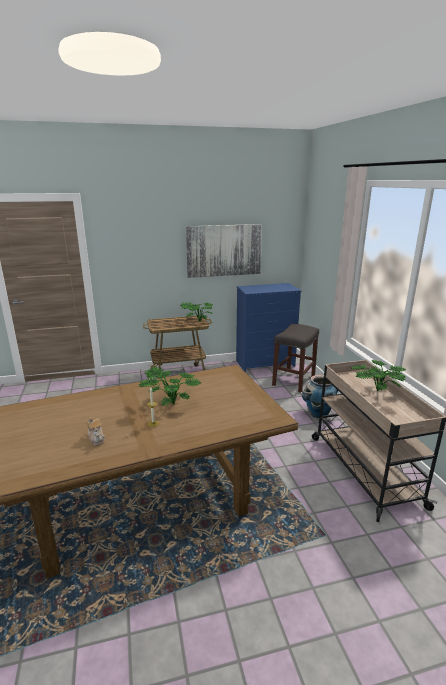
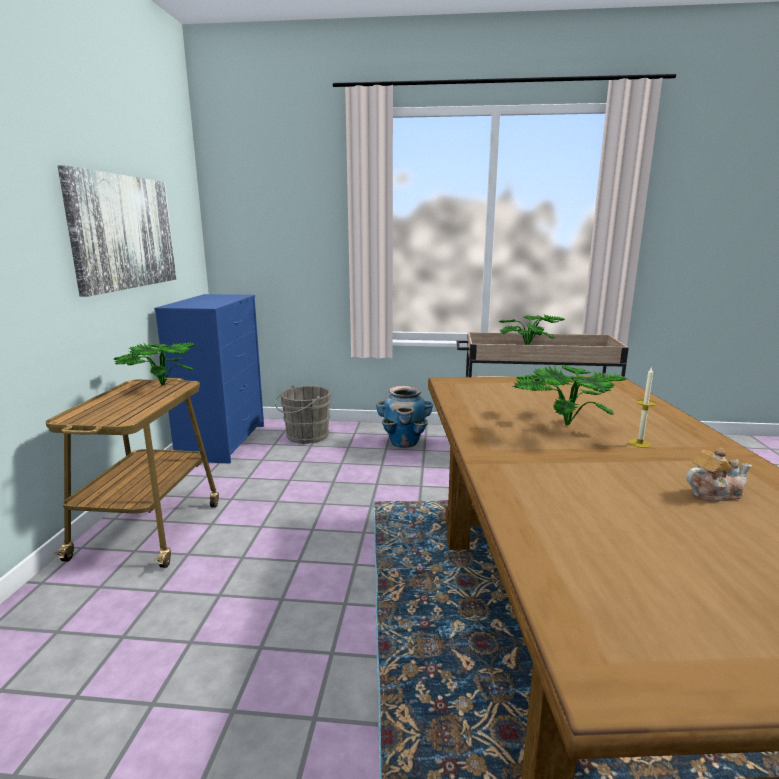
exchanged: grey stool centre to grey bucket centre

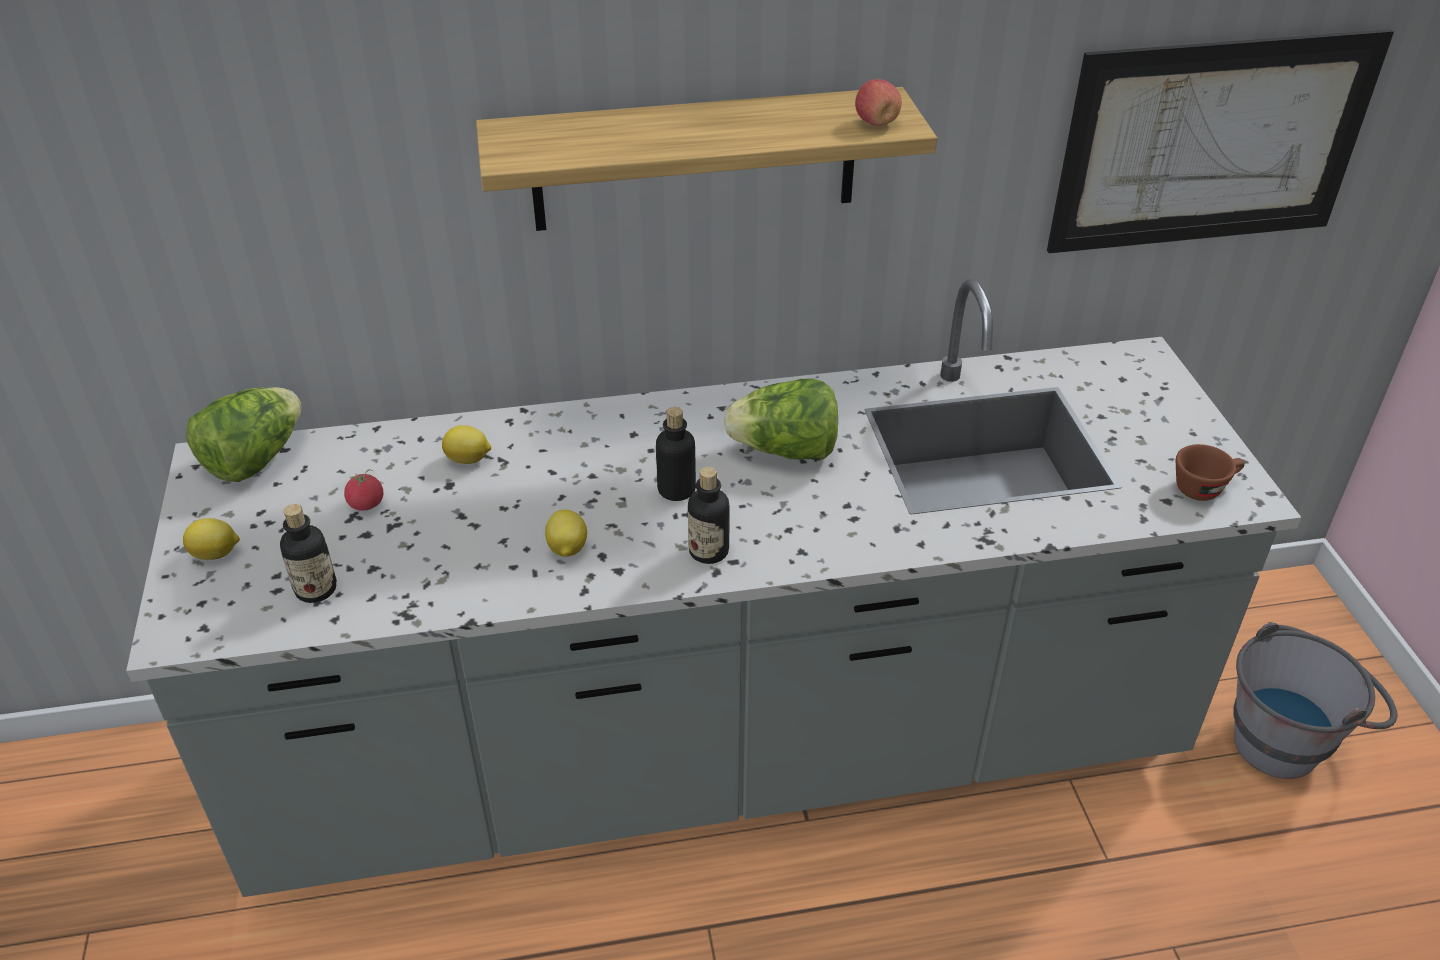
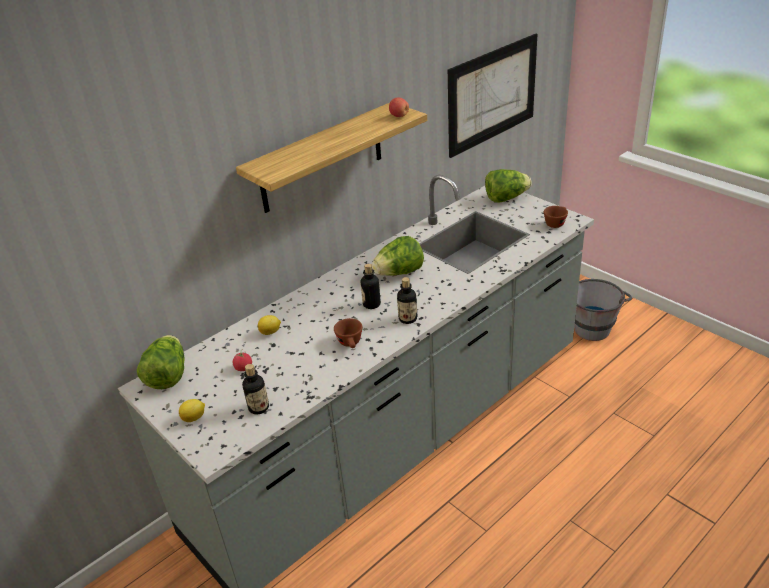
appeared: lettuce (no. 3 from left) top centre
exchanged: lemon (no. 3 from left) centre to brown cup (no. 1 from left) centre

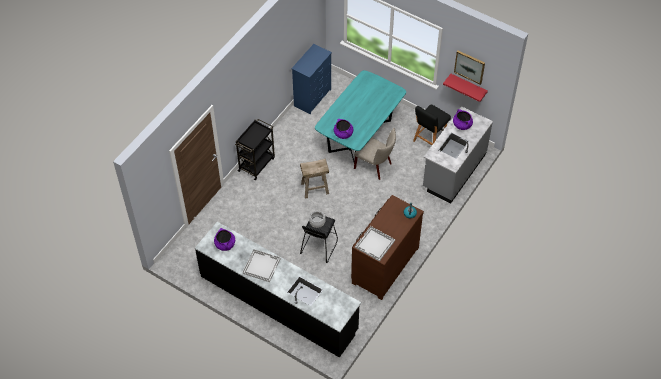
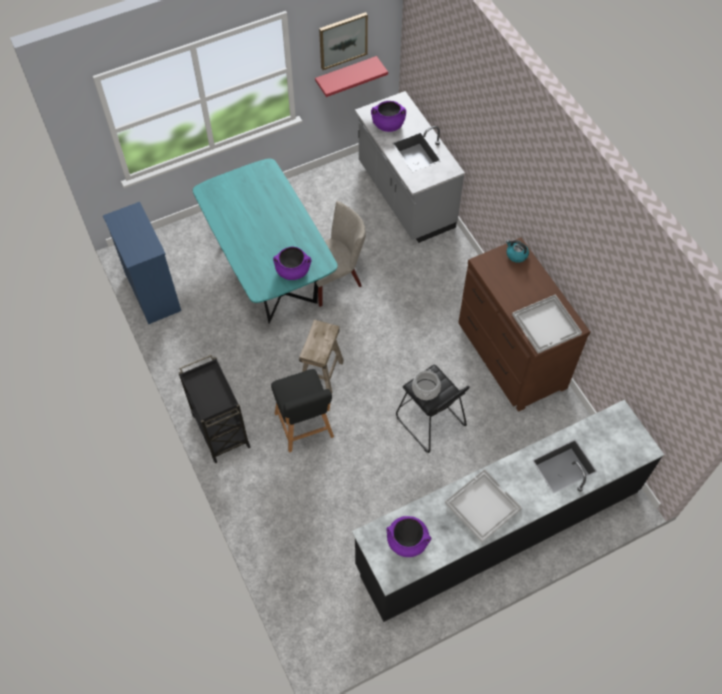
relocated: black stool (no. 2 from left in the first image) top centre to black stool (no. 1 from left) centre

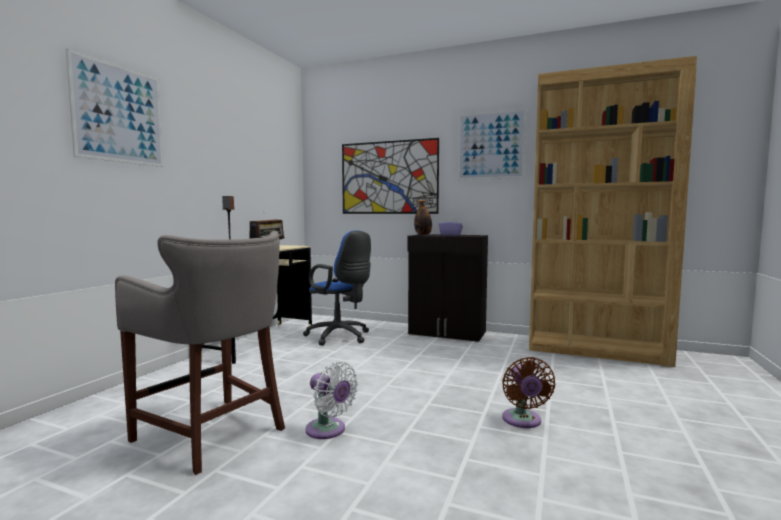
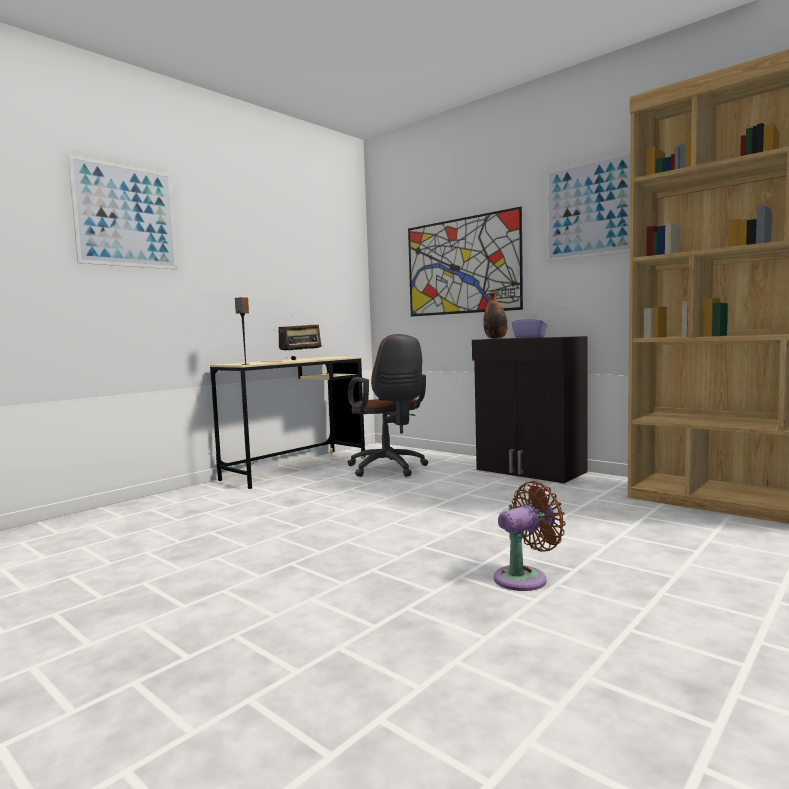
missing: grey stool bottom left; white fan bottom centre
colour: blue office chair centre to brown office chair centre
spun: brown fan bottom right = bottom right 135 degrees counterclockwise

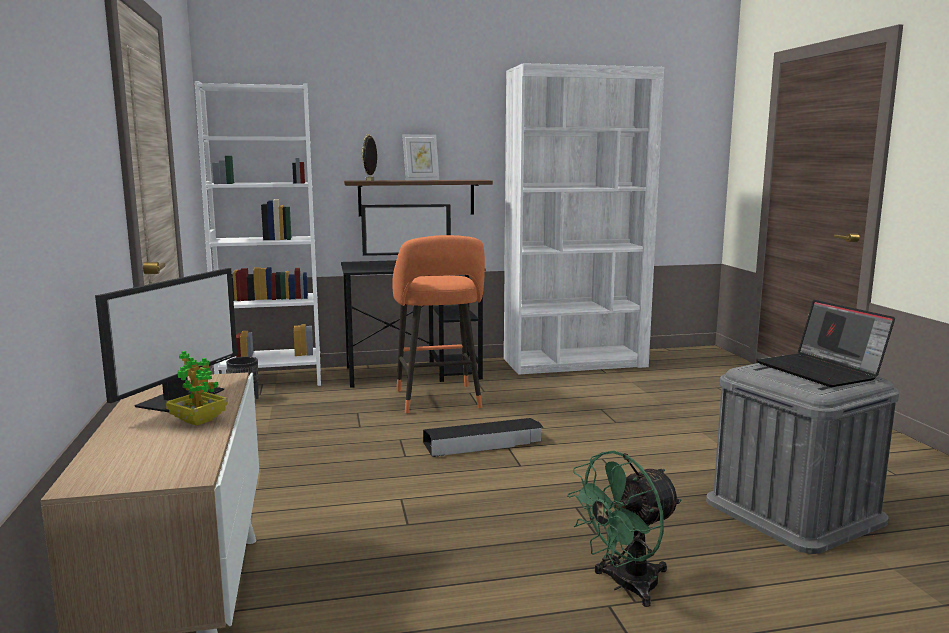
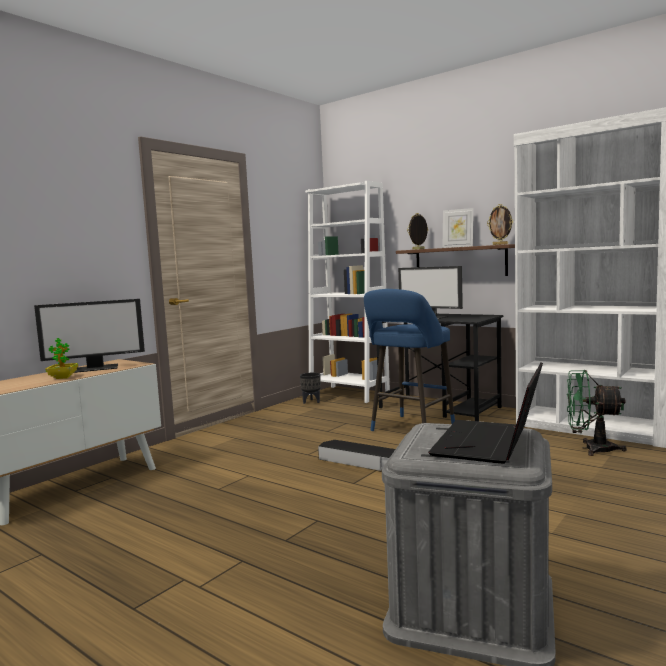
appeared: picture frame (no. 3 from left) middle right
relocated: green fan bottom centre to middle right
colour: orange stool centre to blue stool centre

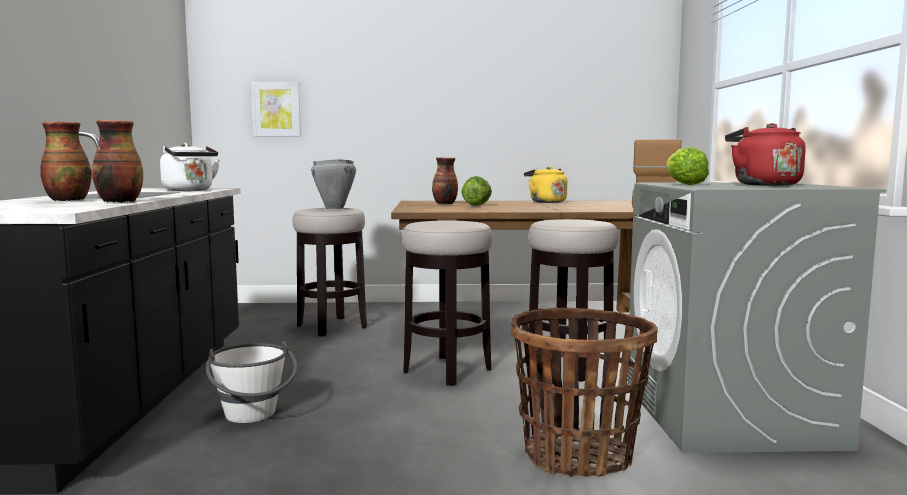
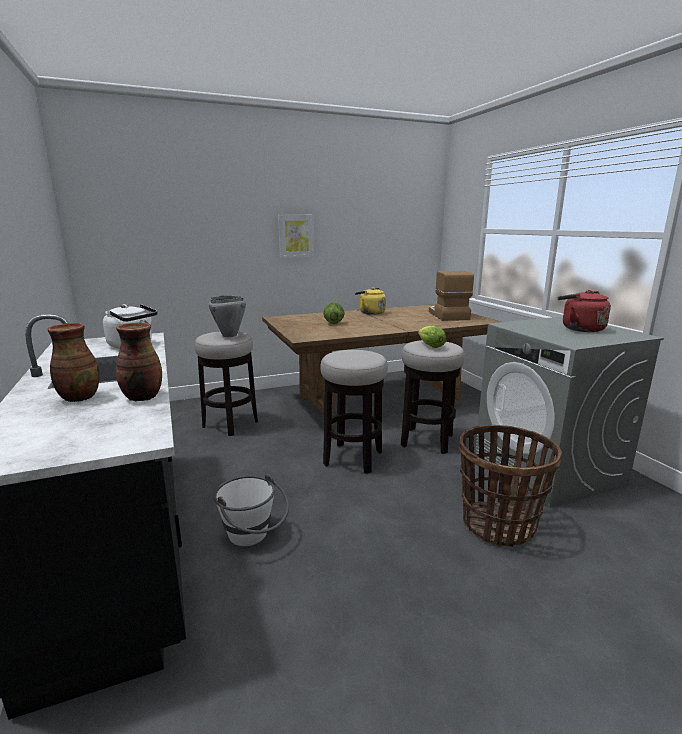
missing: vase (no. 3 from left) centre
relocated: picture top left to top centre; lettuce (no. 2 from left) middle right to centre

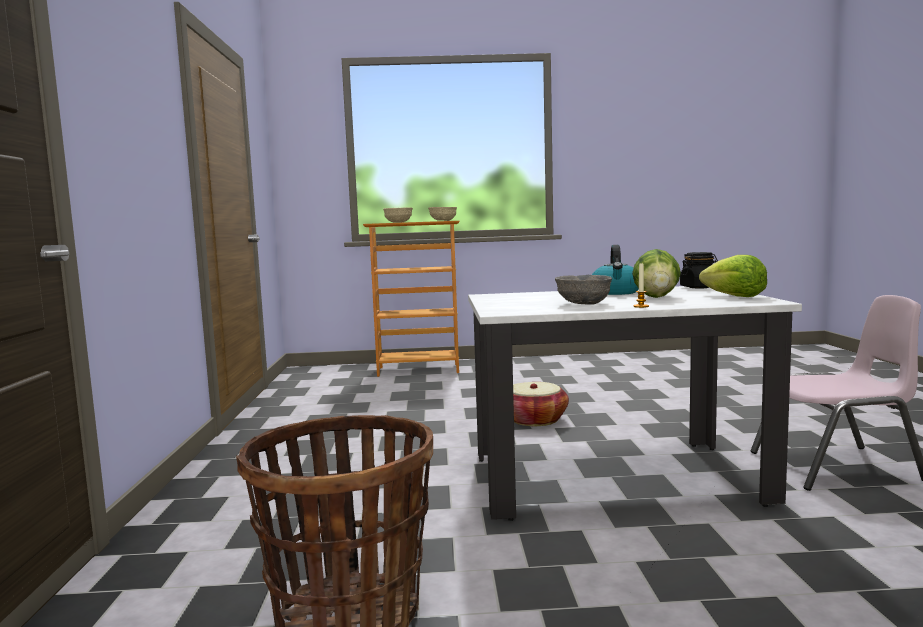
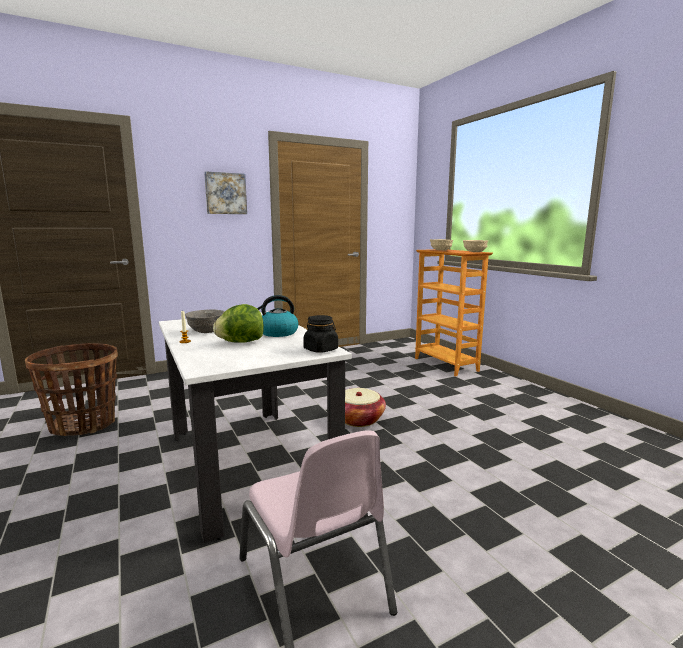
missing: lettuce (no. 2 from left) middle right
appeared: picture top left

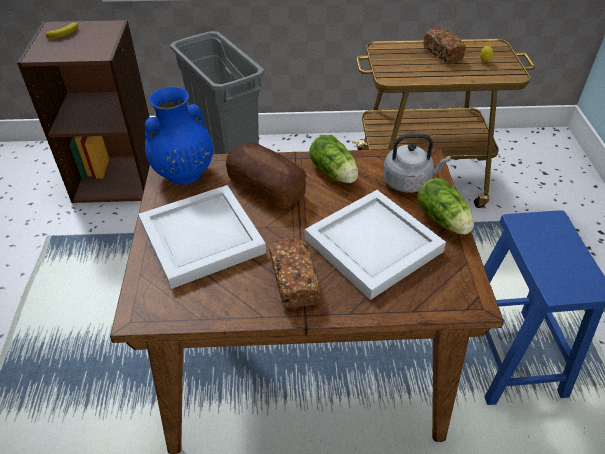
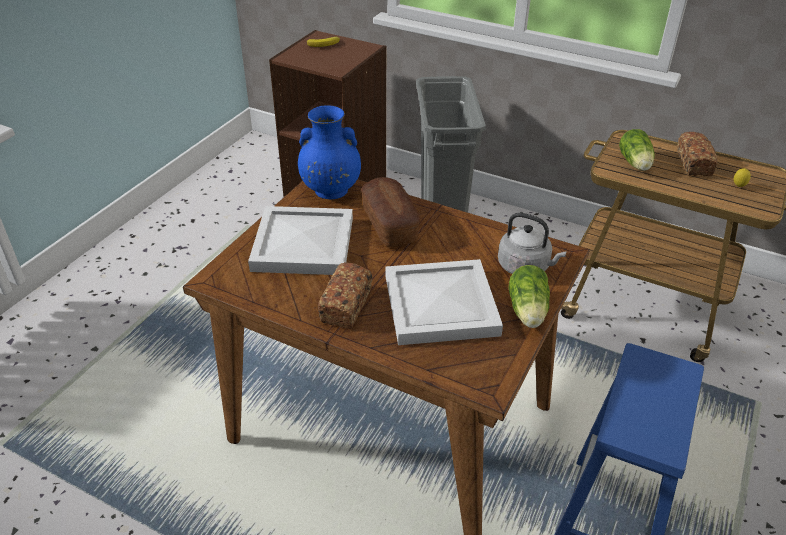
relocated: lettuce (no. 1 from left in the first image) centre to lettuce (no. 2 from left) top right

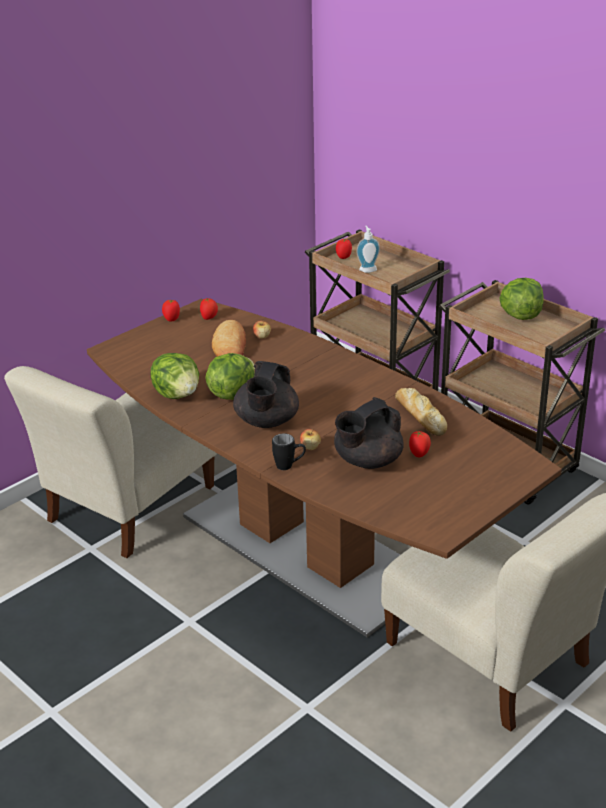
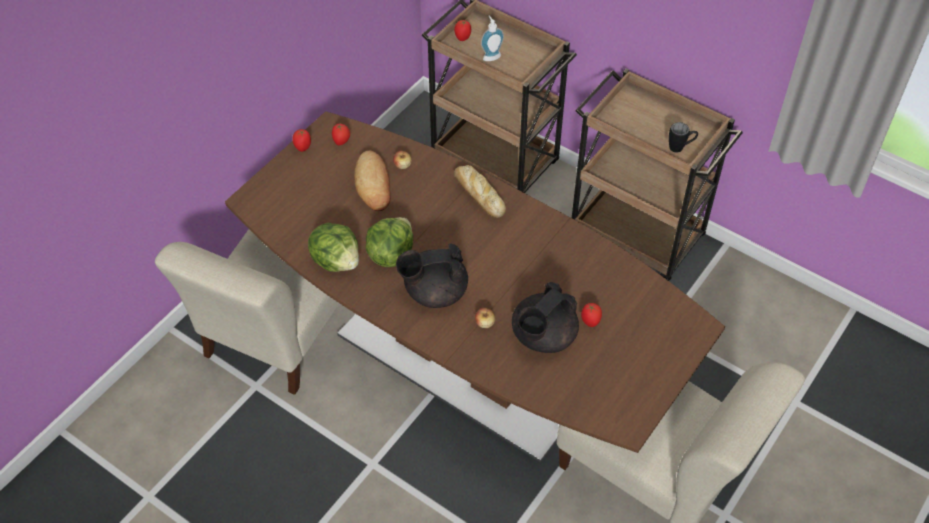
missing: lettuce (no. 3 from left) middle right
relocated: bread (no. 2 from left) middle right to centre; black mug centre to top right
spun: black teapot (no. 1 from left) centre = centre 75 degrees clockwise

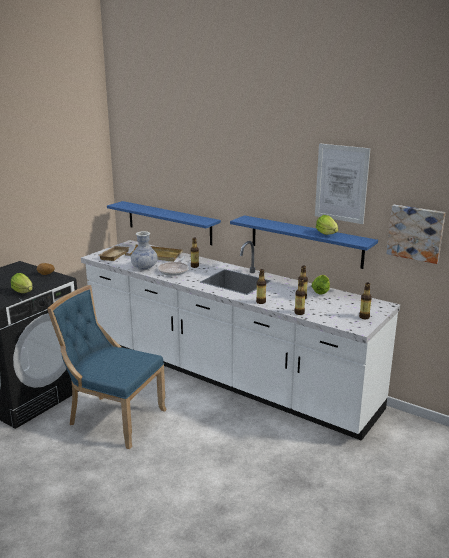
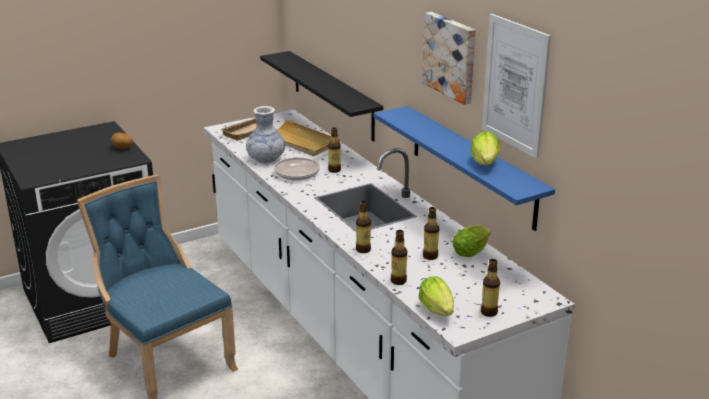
relocated: picture (no. 2 from left in the first image) middle right to picture (no. 1 from left) top centre; lettuce (no. 1 from left) middle left to bottom centre
colour: blue shelf (no. 1 from left) centre to black shelf top centre

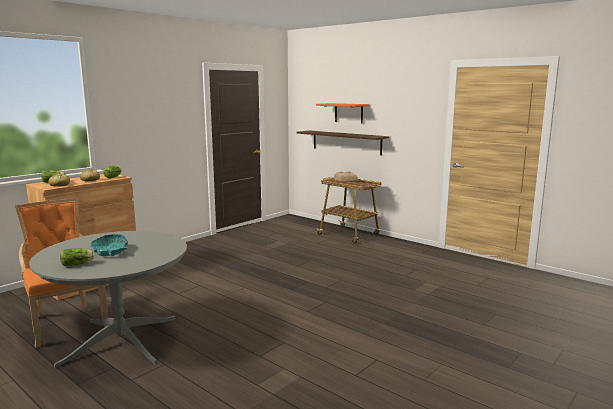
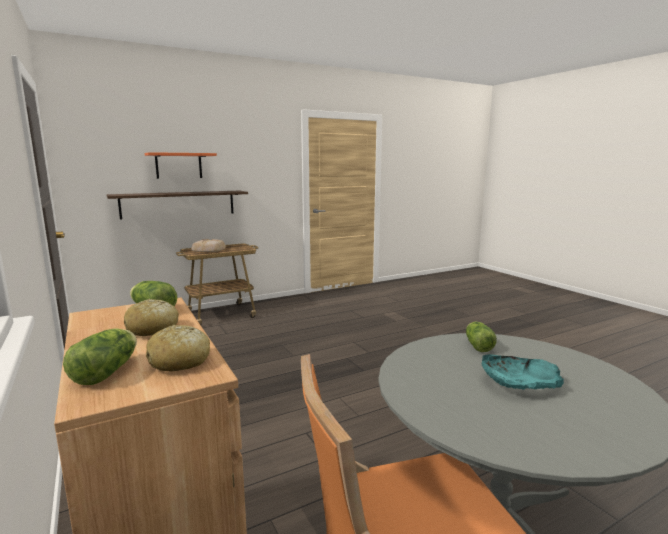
relocated: lettuce (no. 2 from left in the first image) middle left to lettuce (no. 3 from left) middle right

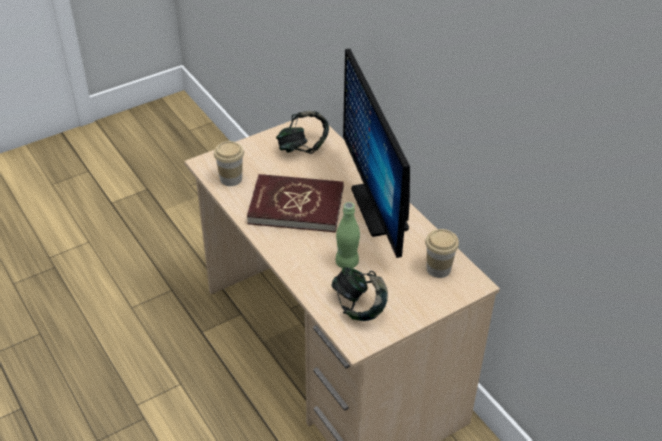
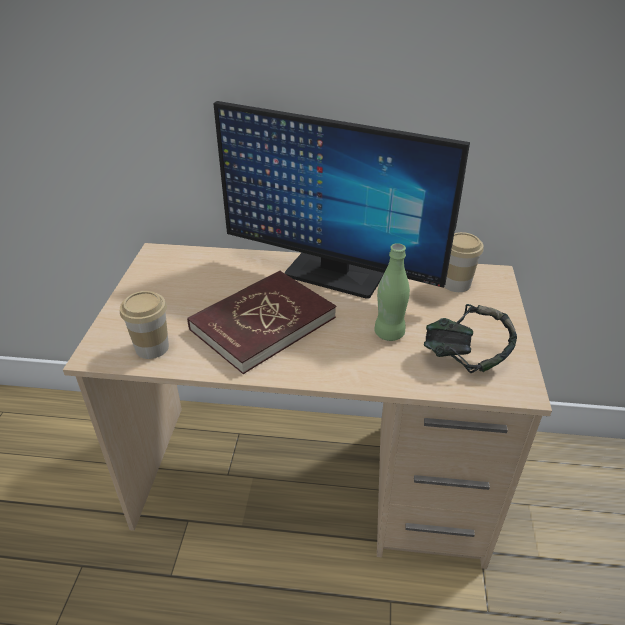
missing: headphones (no. 1 from left) top centre

